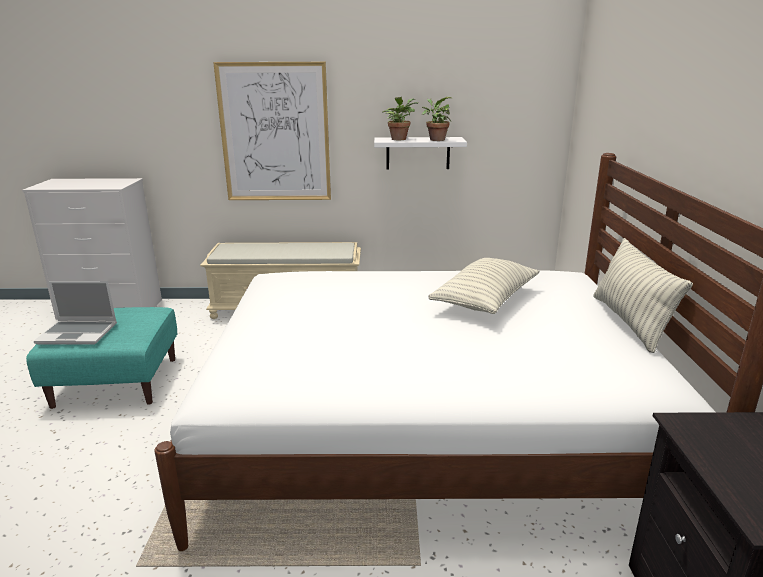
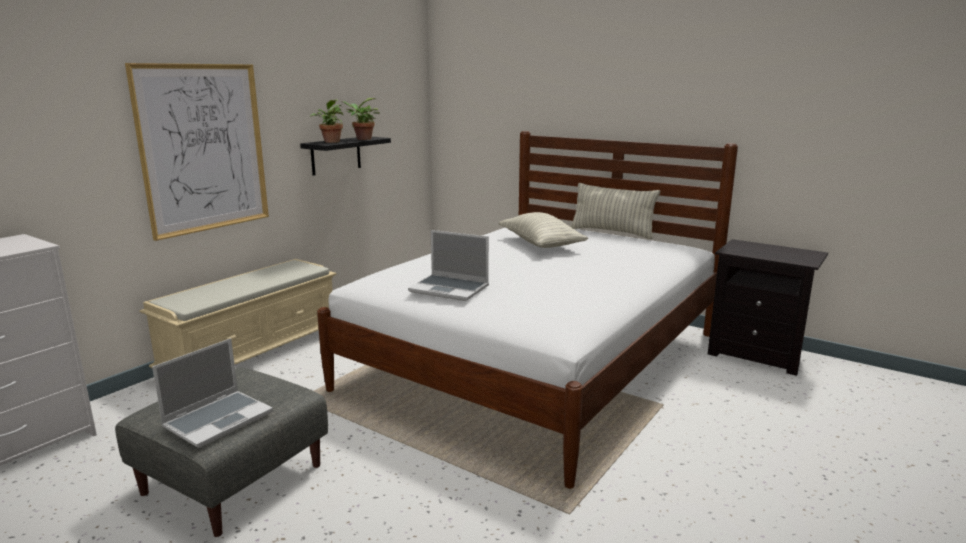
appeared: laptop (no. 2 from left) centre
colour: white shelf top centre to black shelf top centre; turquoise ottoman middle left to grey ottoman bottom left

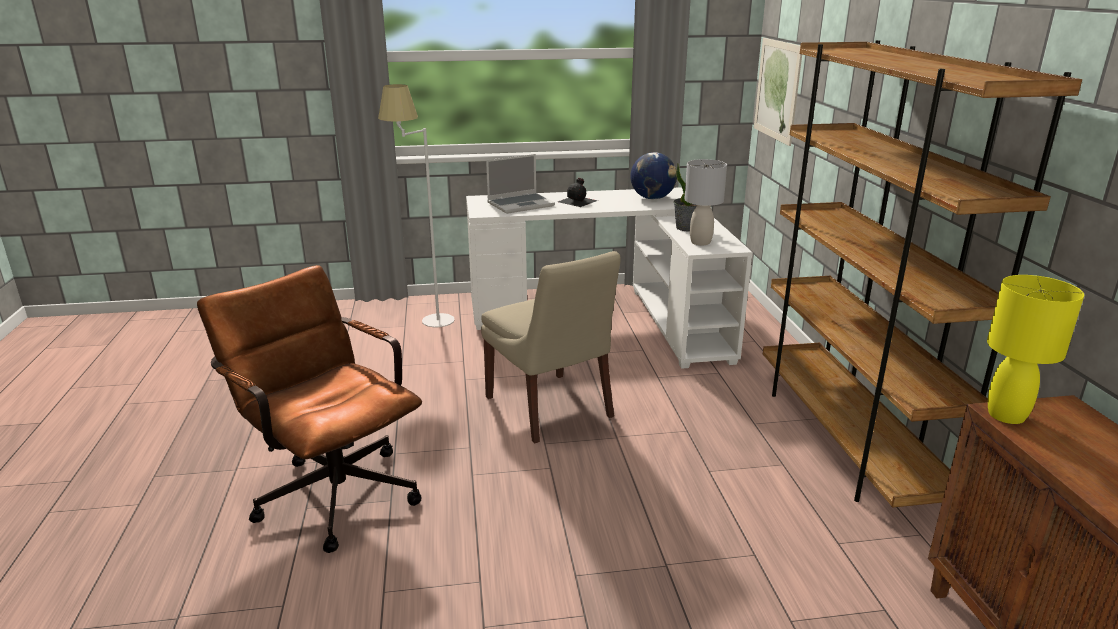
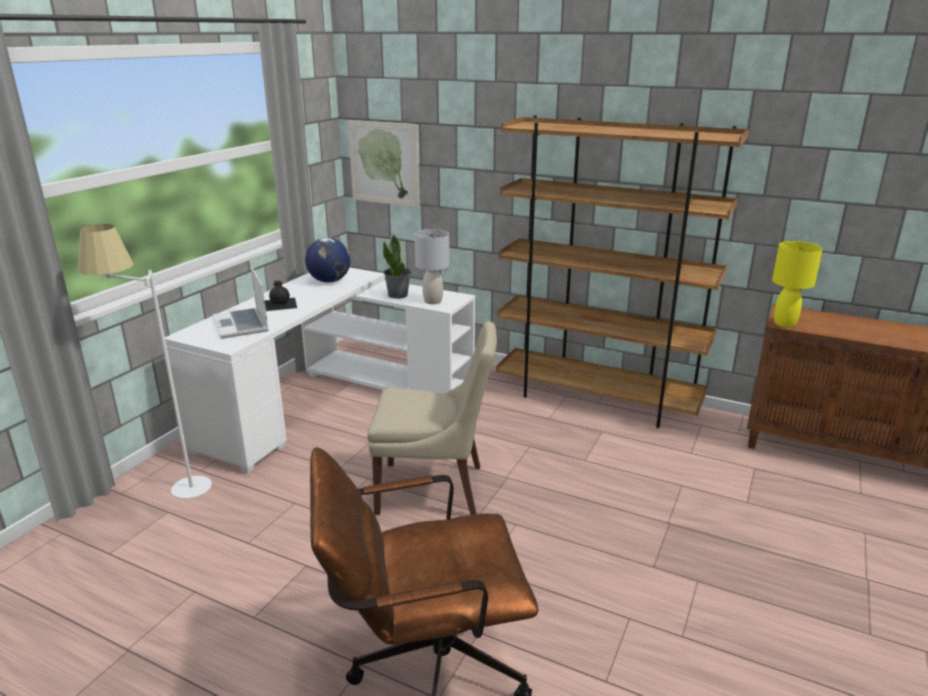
spun: laptop top centre = middle left 150 degrees clockwise

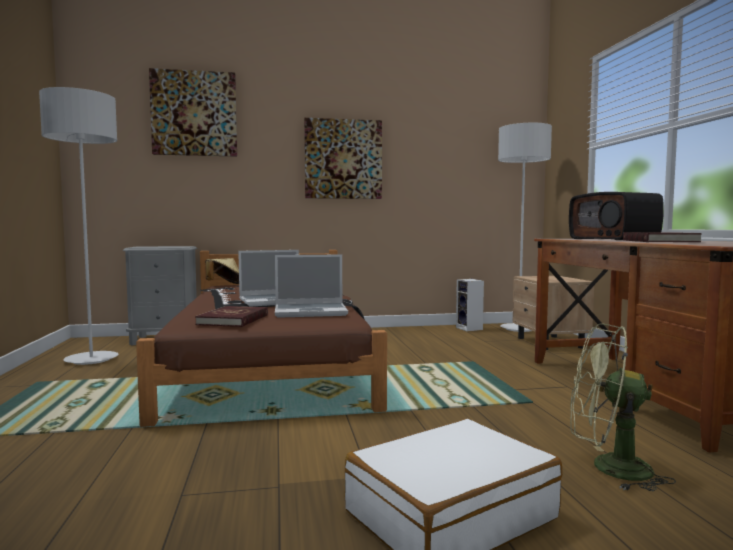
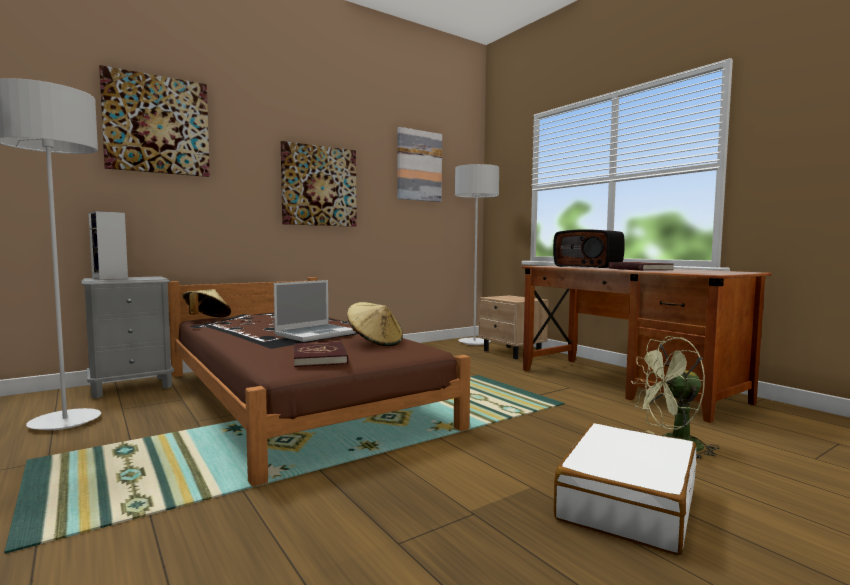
appeared: picture (no. 3 from left) top centre
relocated: speaker centre to middle left
exchanged: laptop (no. 2 from left) centre to beige hat (no. 2 from left) centre

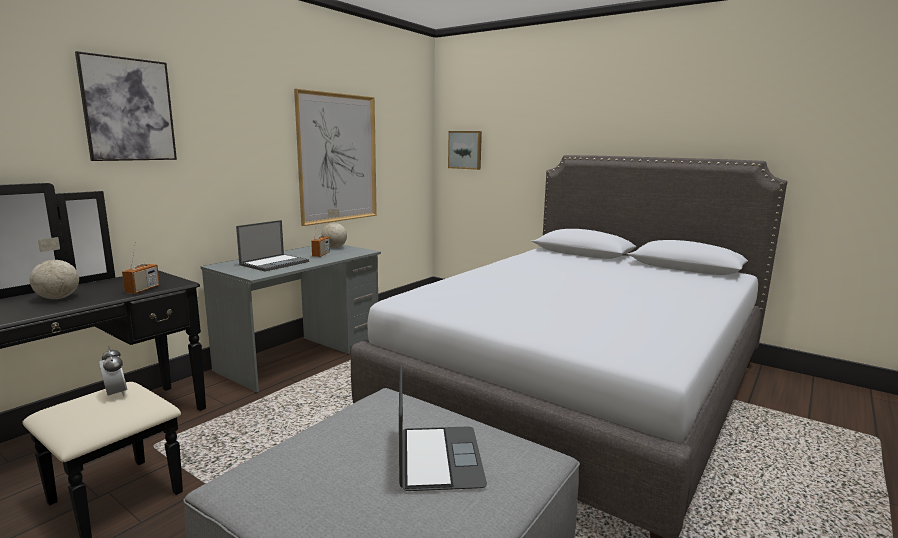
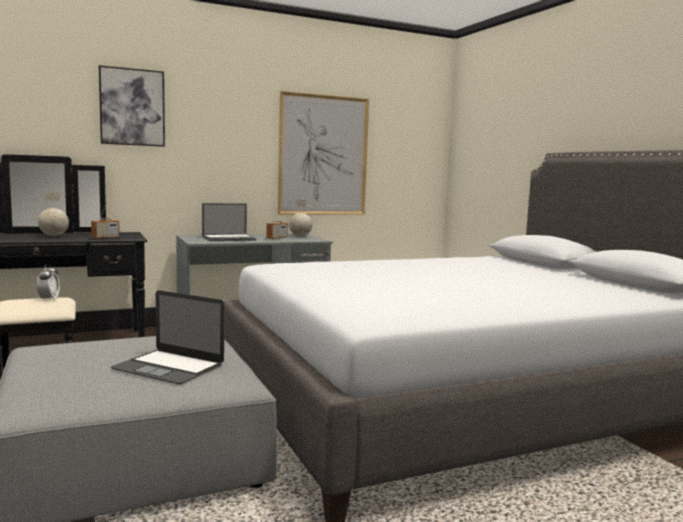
missing: picture (no. 3 from left) top centre
spun: laptop (no. 2 from left in the first image) bottom centre = middle left 90 degrees clockwise

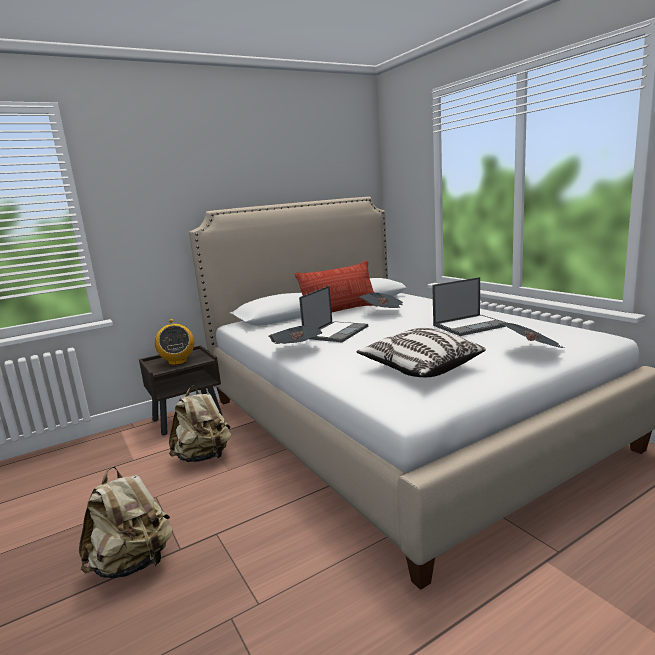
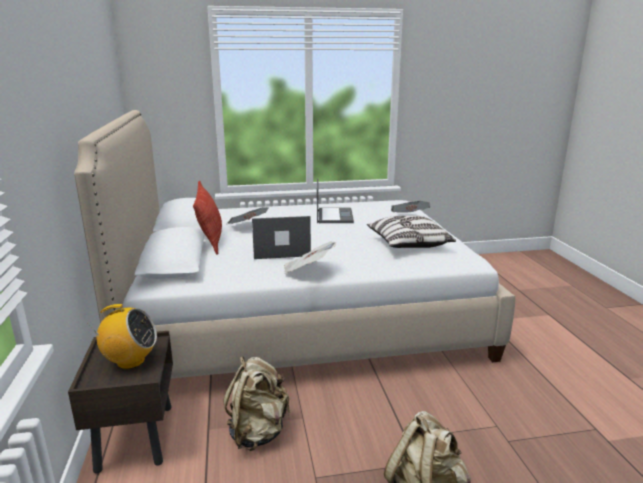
spun: laptop (no. 1 from left) centre = centre 60 degrees counterclockwise

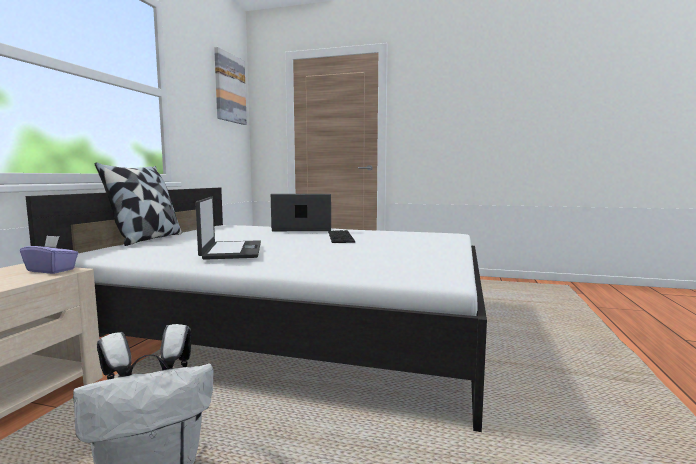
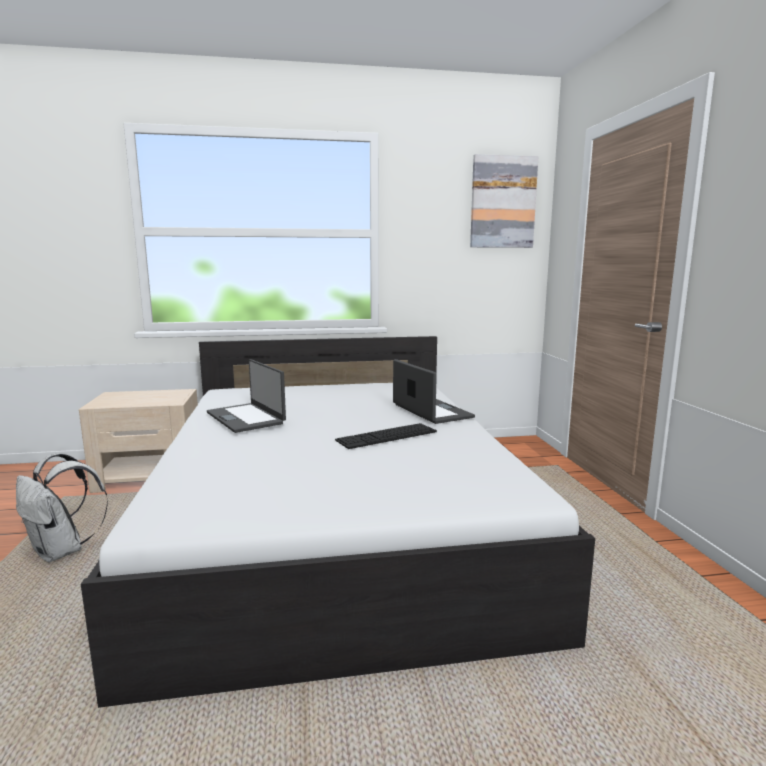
missing: pillow middle left; purple tissue box middle left
spun: laptop (no. 1 from left) middle left = middle left 90 degrees clockwise

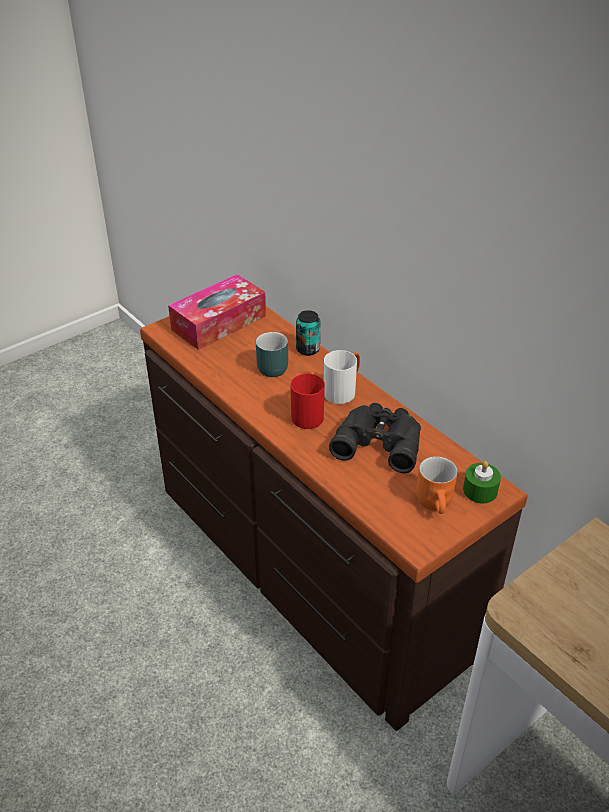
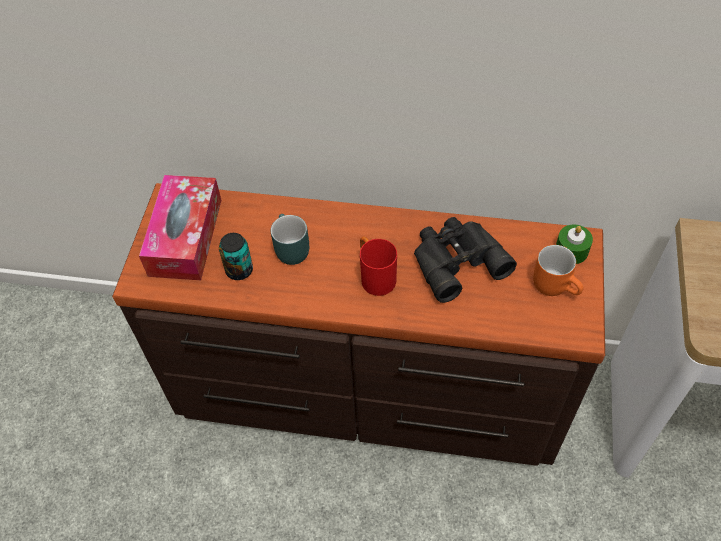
missing: white mug centre
relocated: can centre to middle left

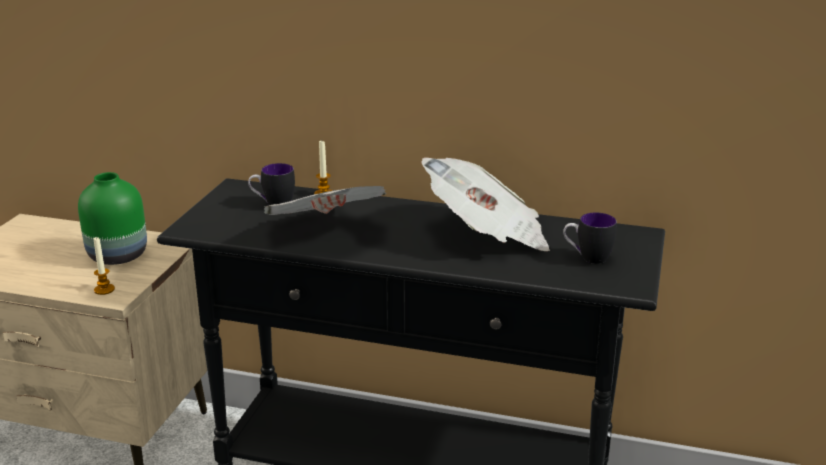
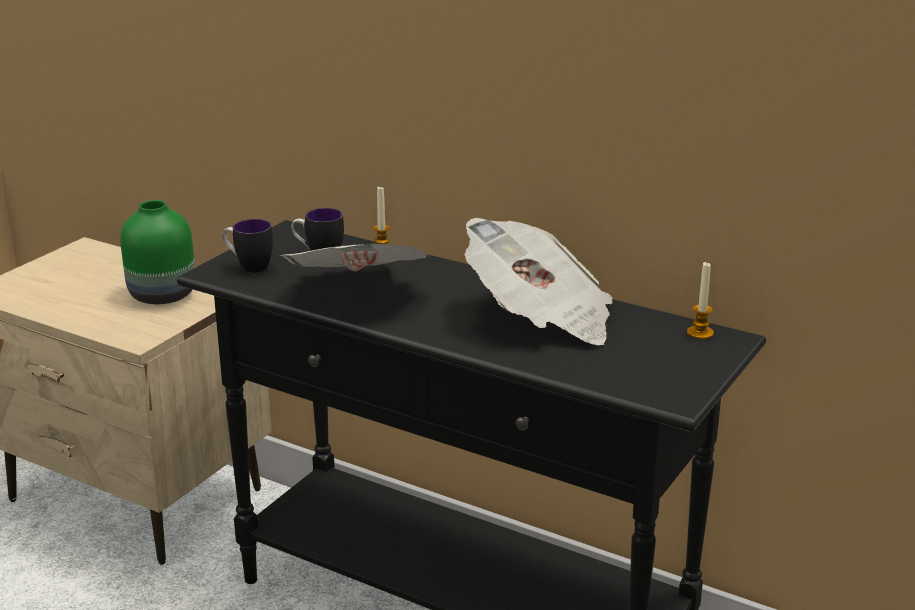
relocated: mug (no. 2 from left in the first image) middle right to mug (no. 1 from left) middle left; candle (no. 1 from left in the first image) middle left to candle (no. 2 from left) middle right

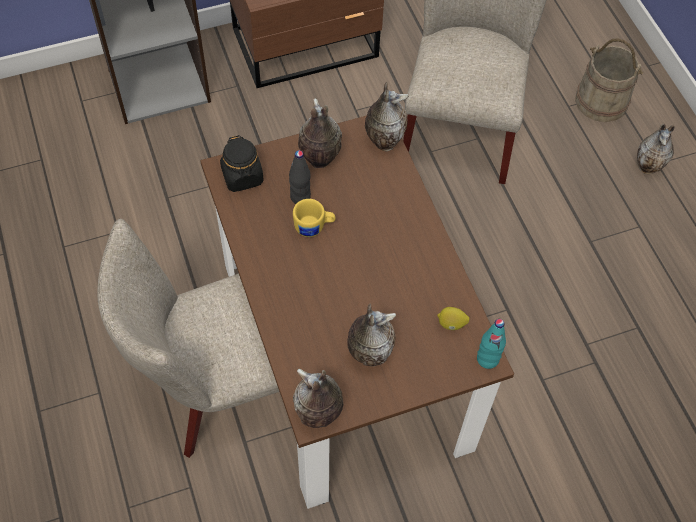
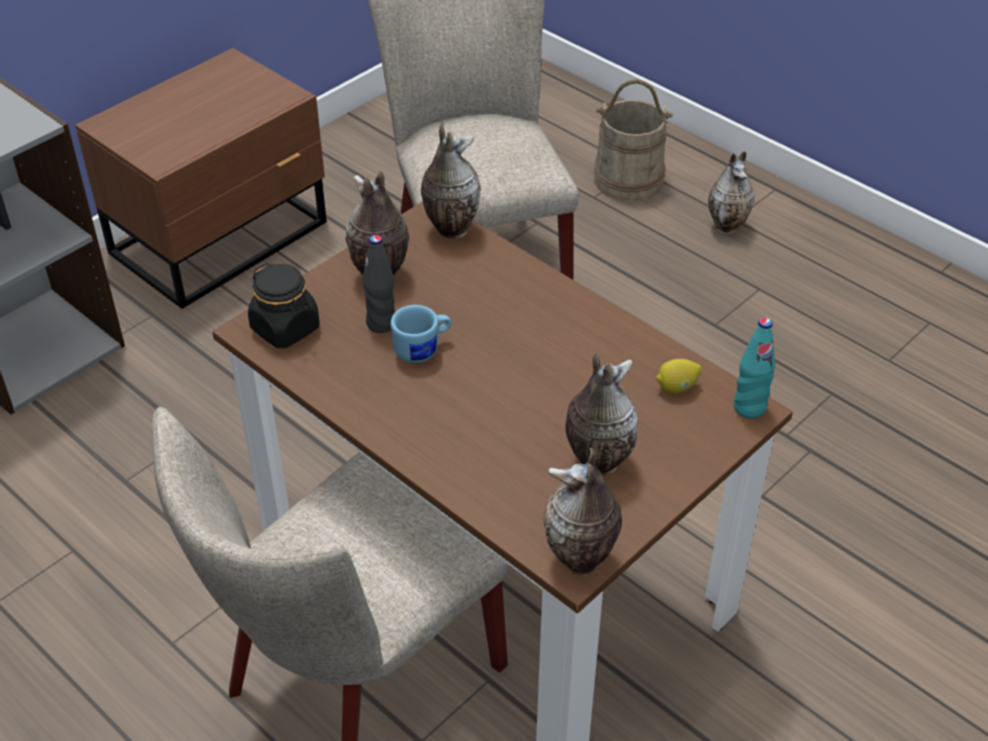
colour: yellow mug centre to blue mug centre

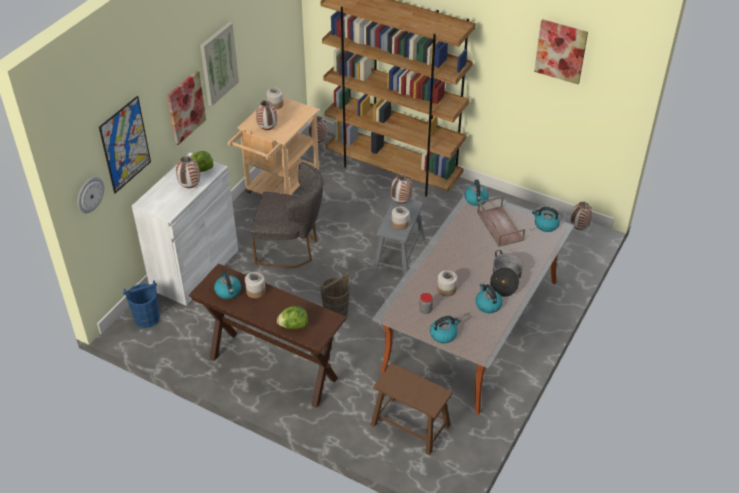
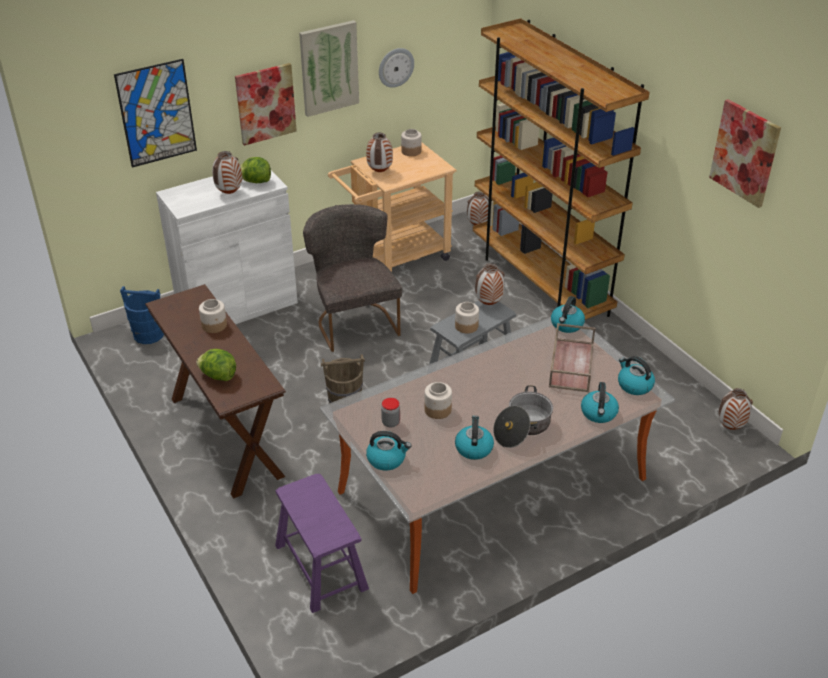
relocated: wall clock middle left to top centre; kettle (no. 1 from left in the first image) middle left to kettle (no. 4 from left) middle right
colour: brown stool bottom centre to purple stool bottom centre
spun: grey chair centre = centre 150 degrees counterclockwise

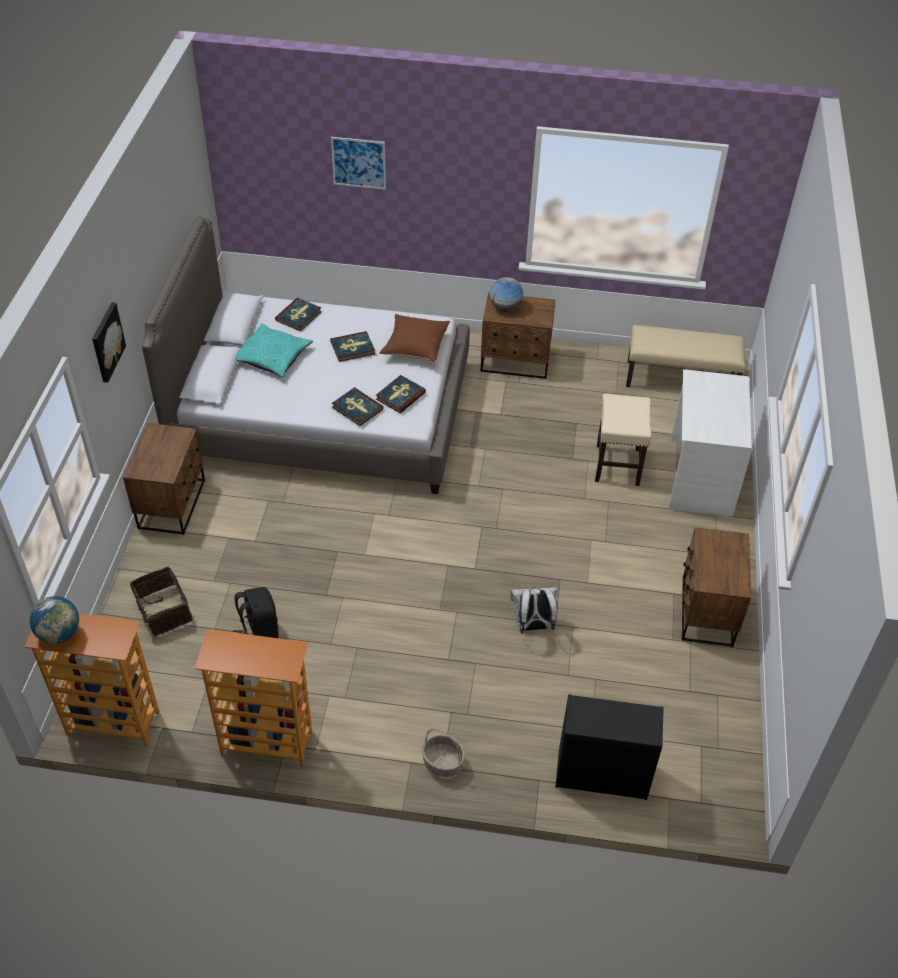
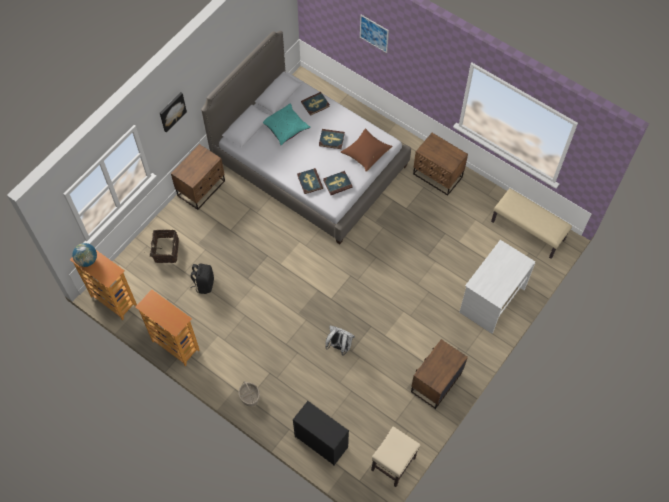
missing: globe (no. 2 from left) top centre
relocated: beige stool middle right to bottom centre

